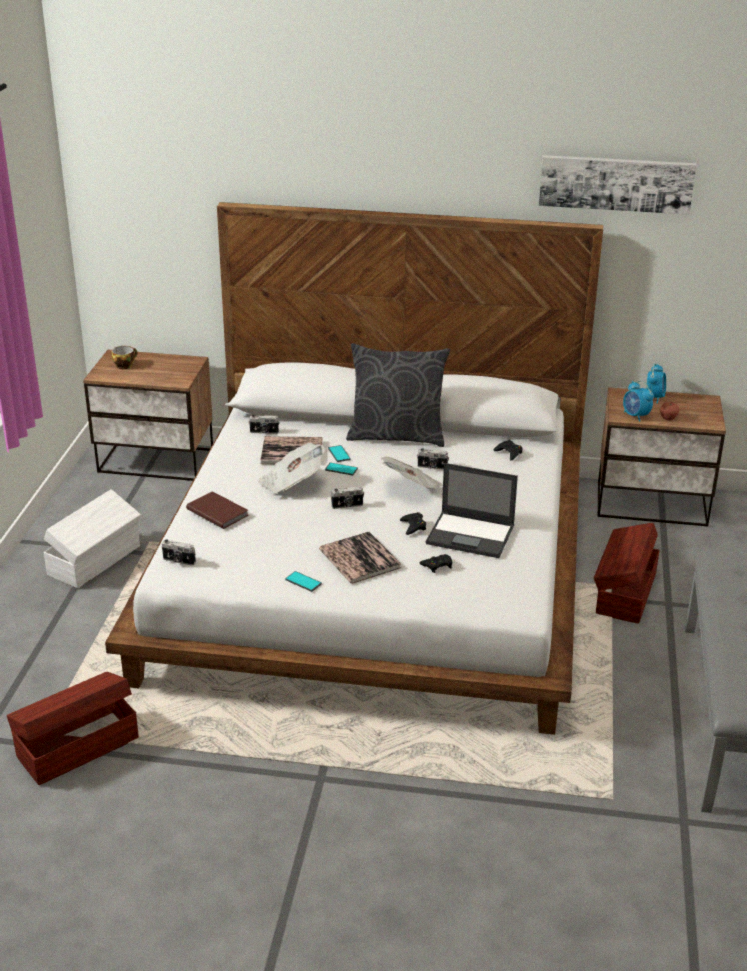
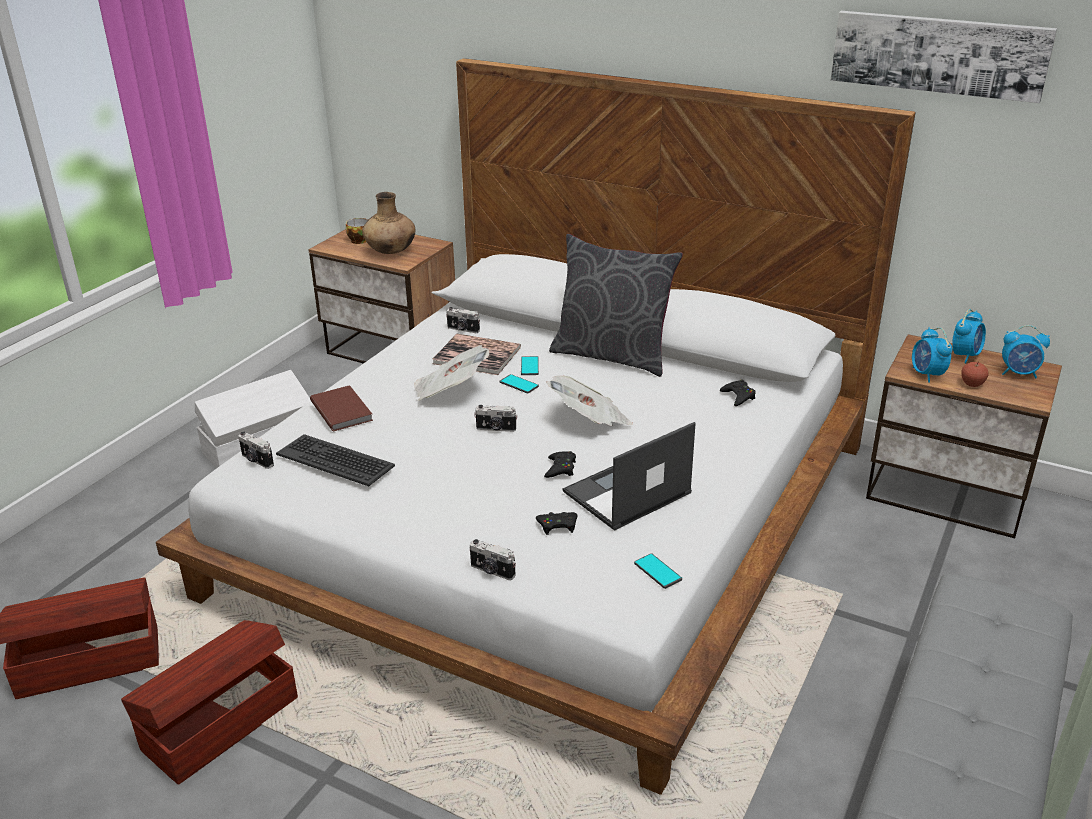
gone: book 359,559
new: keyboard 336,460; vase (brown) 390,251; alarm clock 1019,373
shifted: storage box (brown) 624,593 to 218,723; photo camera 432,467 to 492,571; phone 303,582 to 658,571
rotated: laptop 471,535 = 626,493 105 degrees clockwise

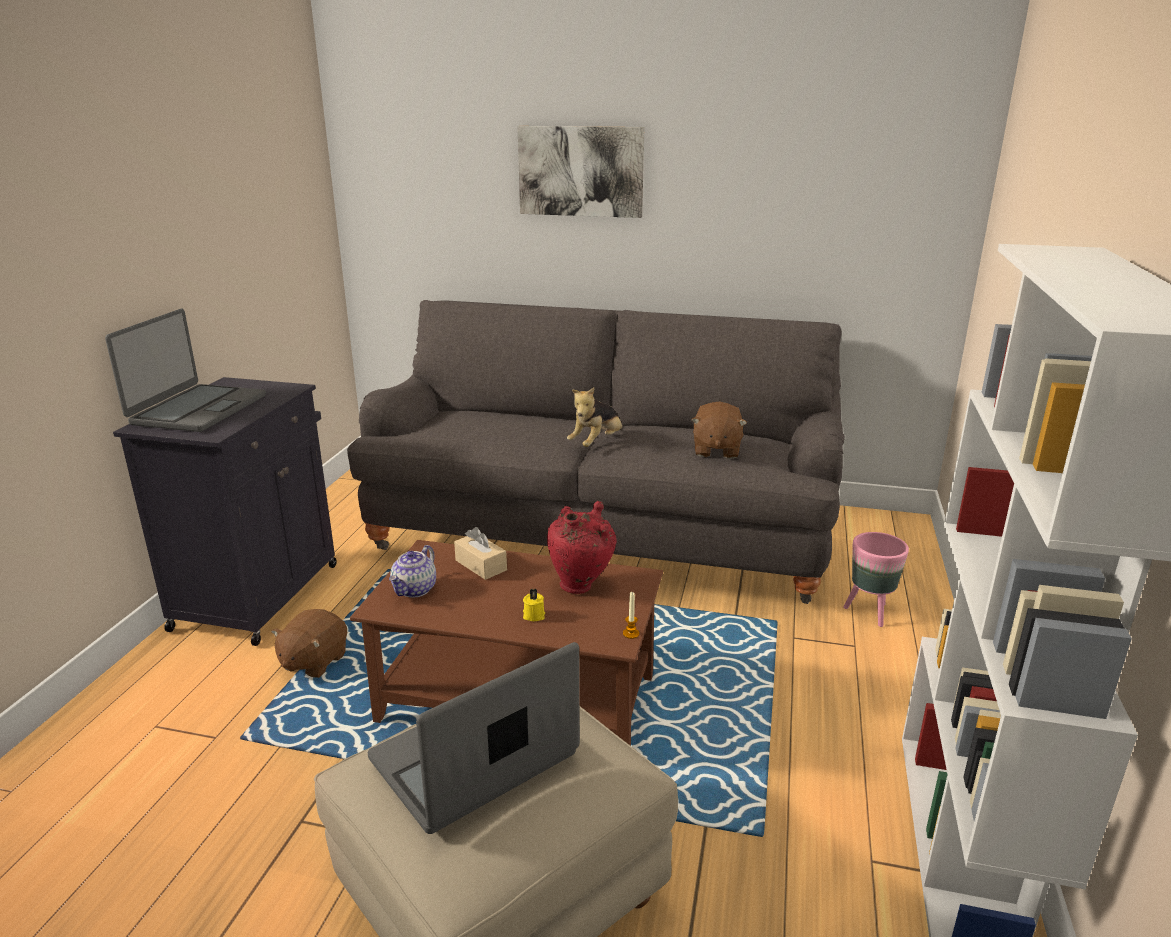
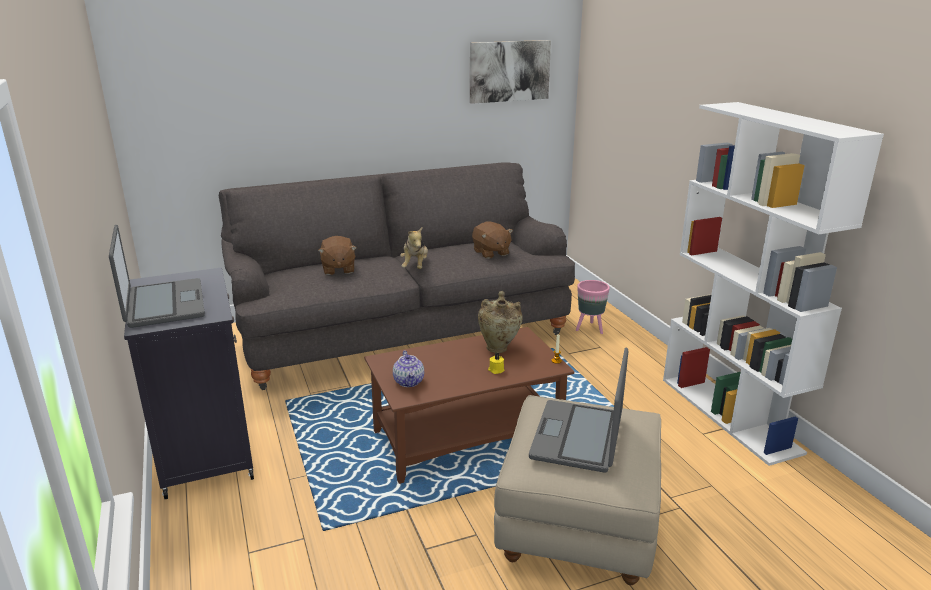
gone: tissue box (beige) 481,565
shifted: plush toy (brown) 313,662 to 338,269; picture 581,171 to 509,71
repainted: vase (red) 581,586 to vase (beige) 499,348

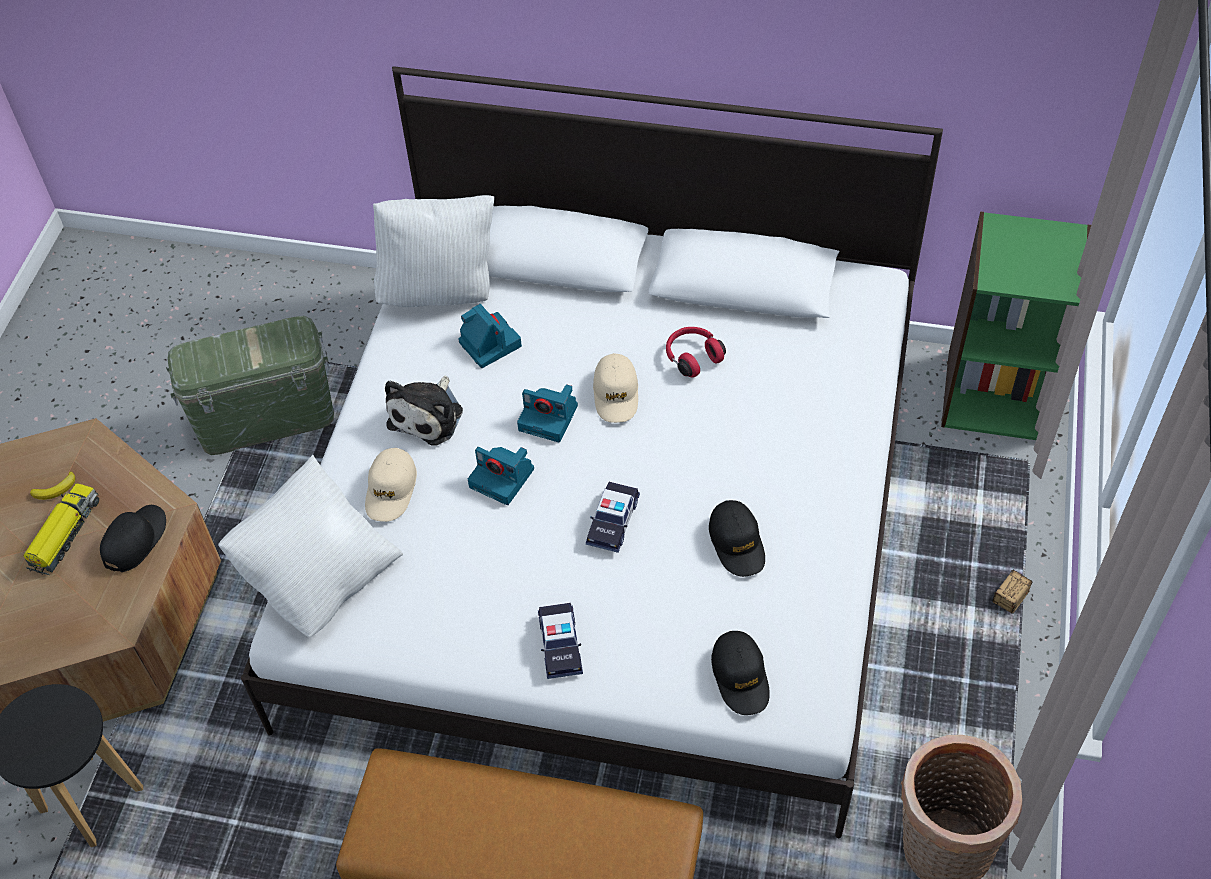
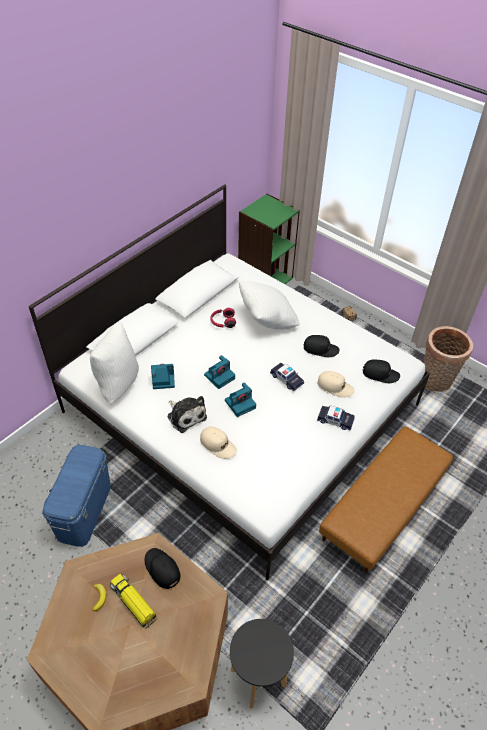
shifted: pillow (white) 318,574 to 267,320; cap (beige) 616,394 to 335,387
repainted: storage box (green) 266,418 to storage box (blue) 84,511

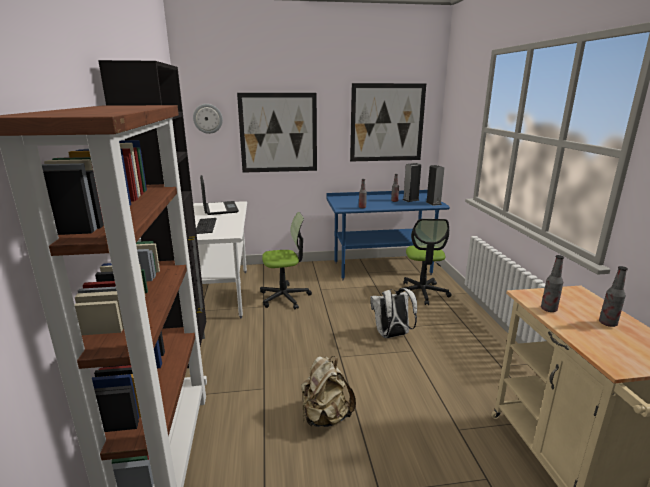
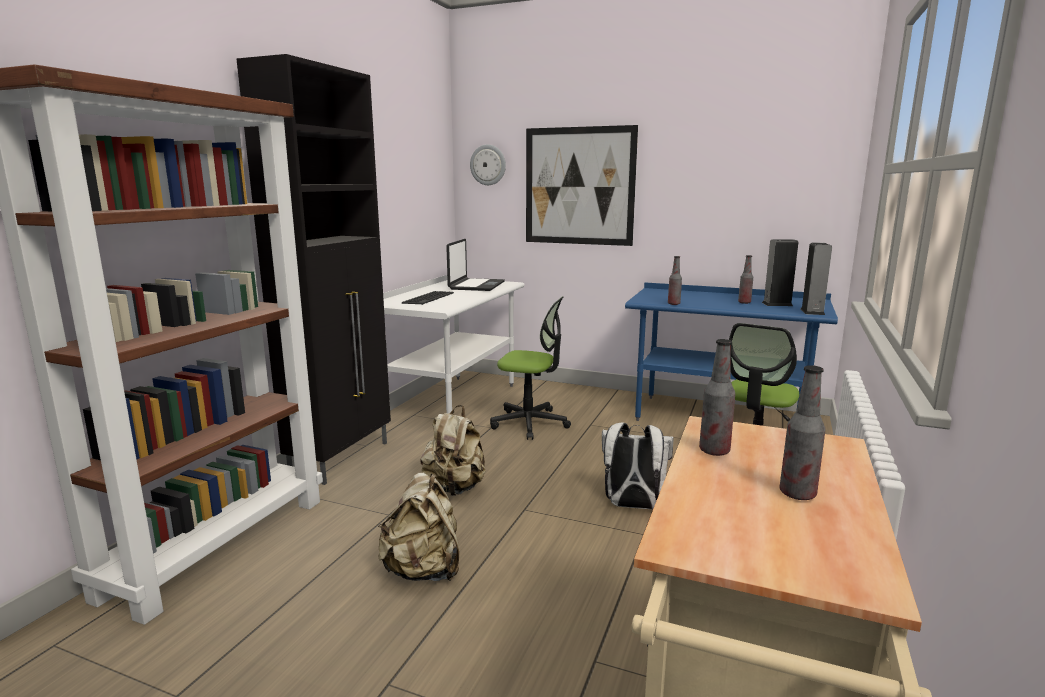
gone: picture 387,123
new: backpack (beige) 455,488

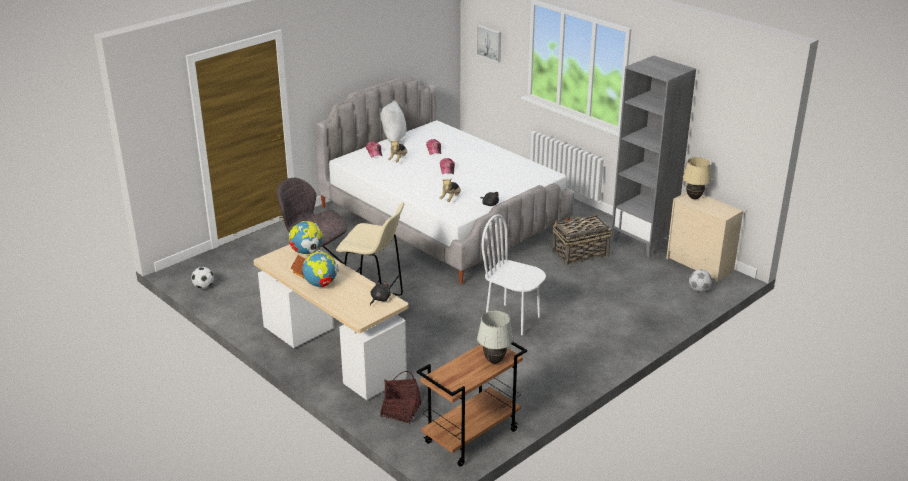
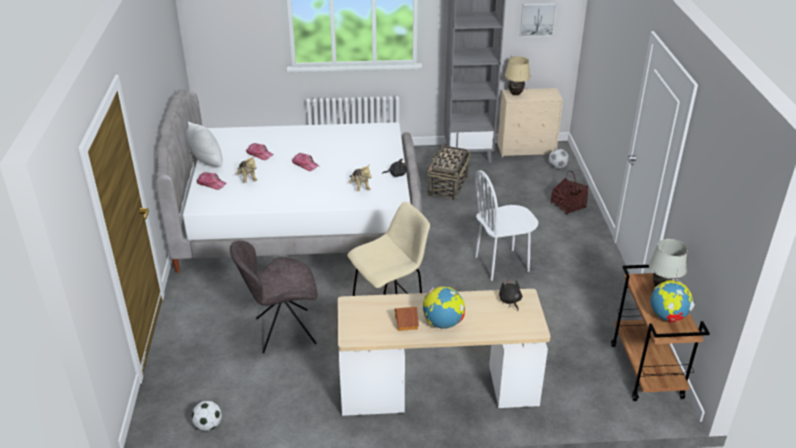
shifted: picture 490,43 to 537,19; basket 400,411 to 568,206; globe 307,252 to 667,317

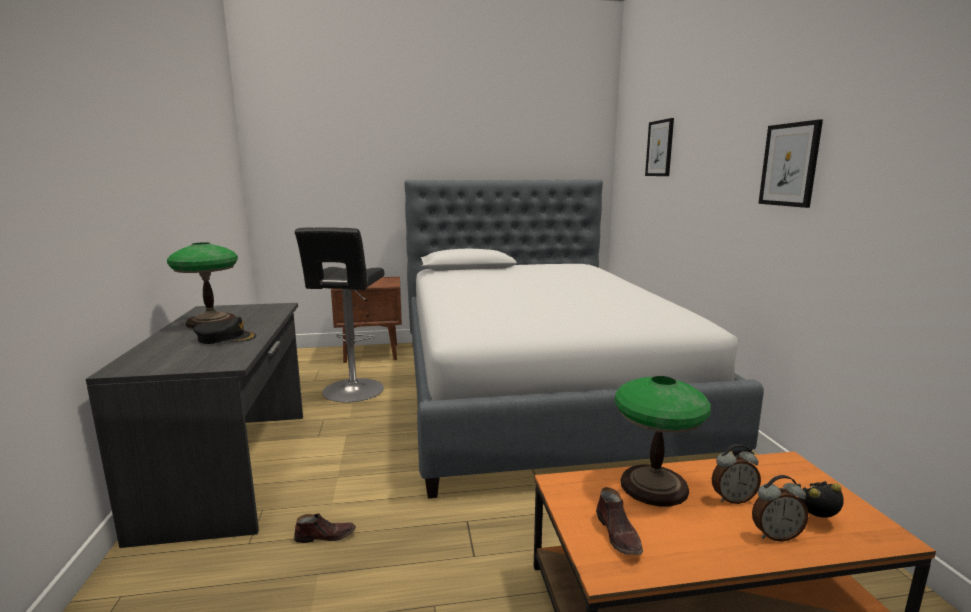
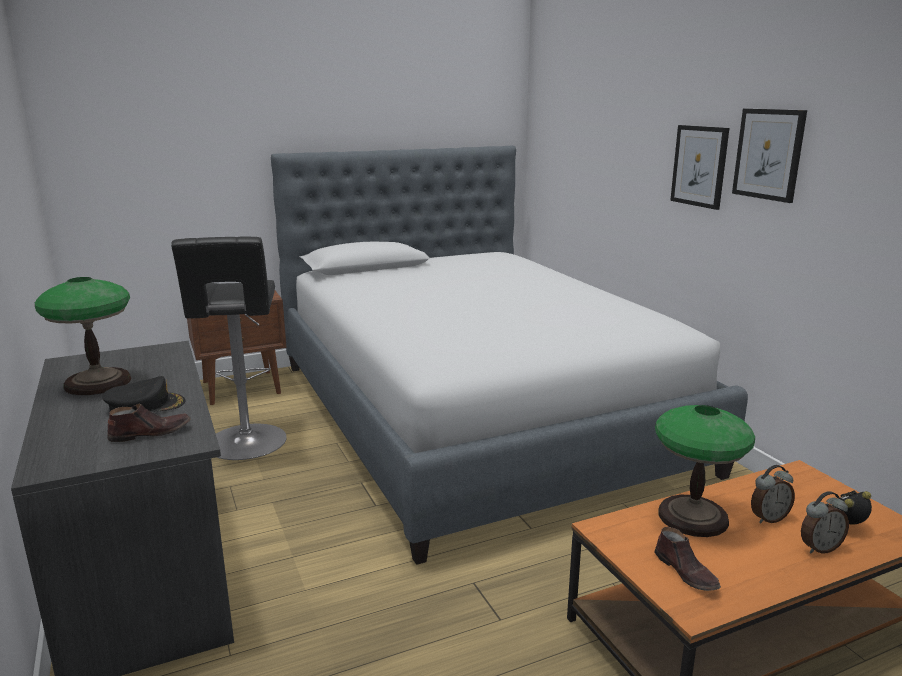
shifted: shoe (brown) 325,536 to 150,433; picture 660,148 to 699,166

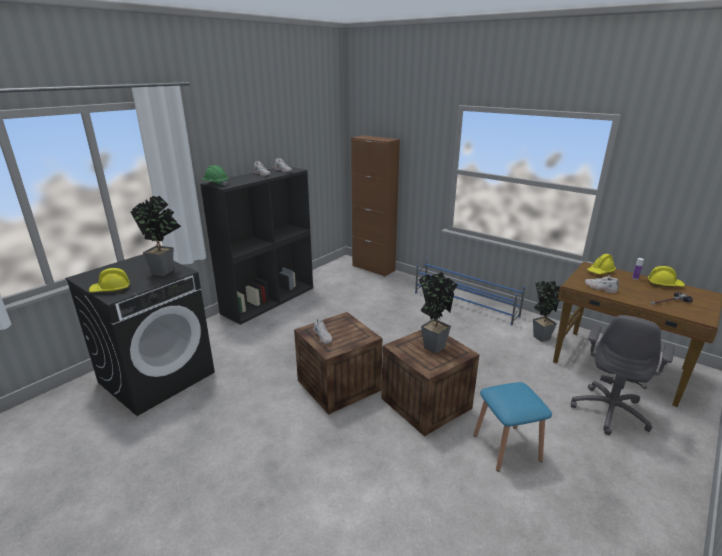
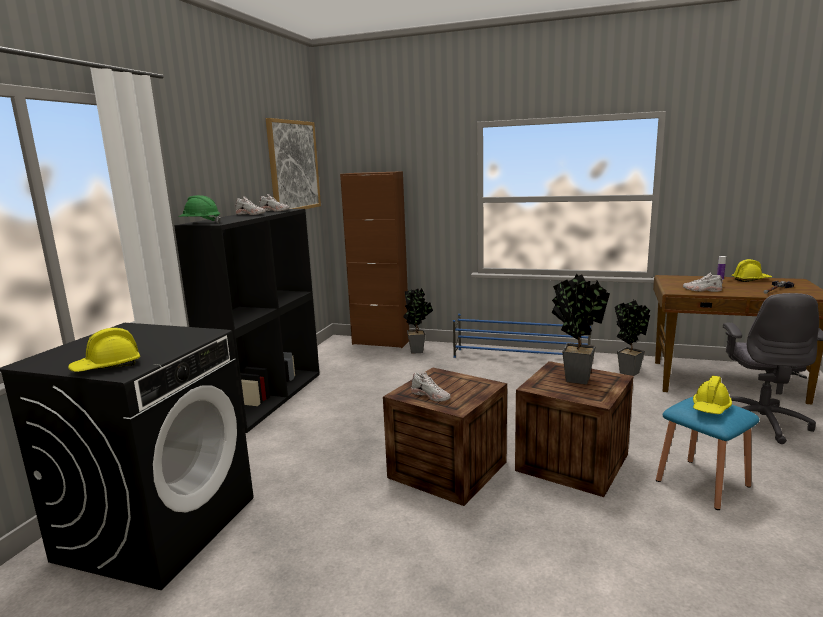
new: picture 293,166
shifted: potted plant 166,271 to 418,350; hard hat (yellow) 600,271 to 711,407

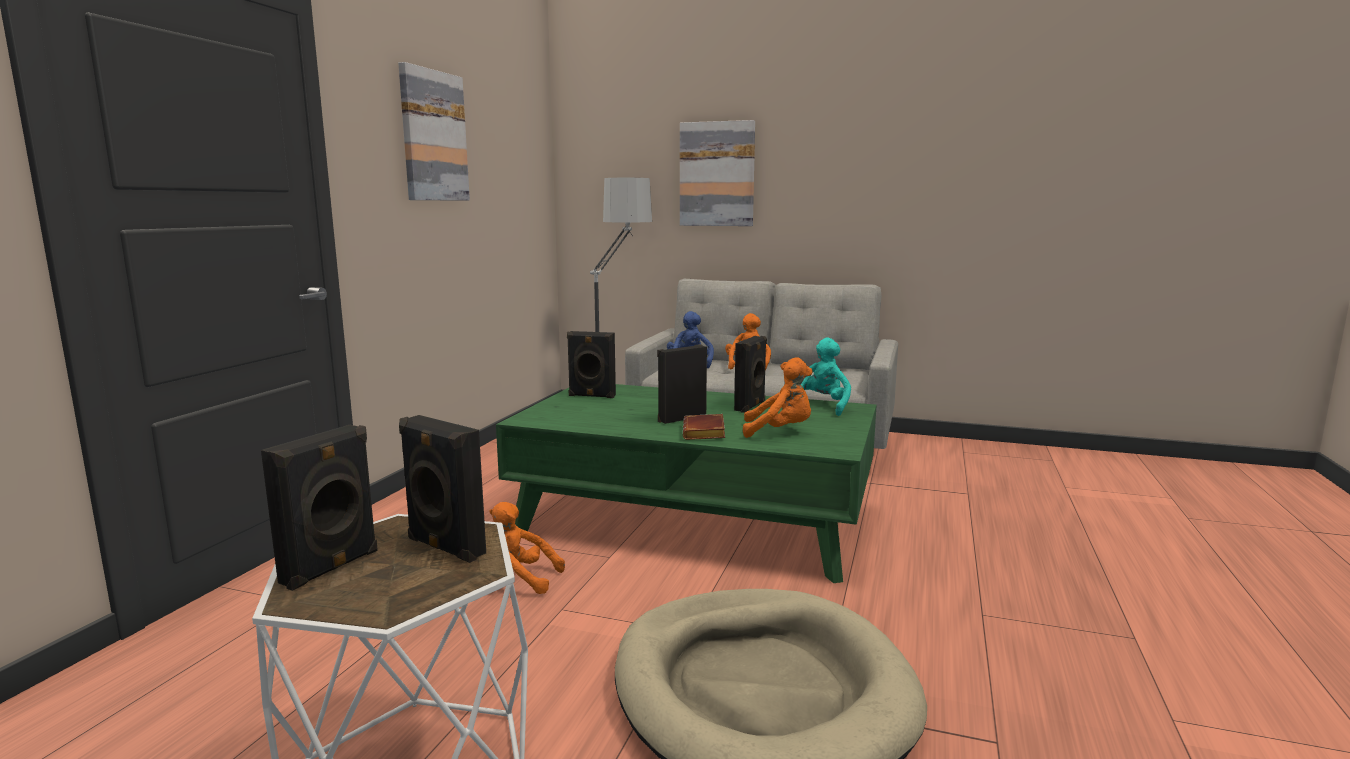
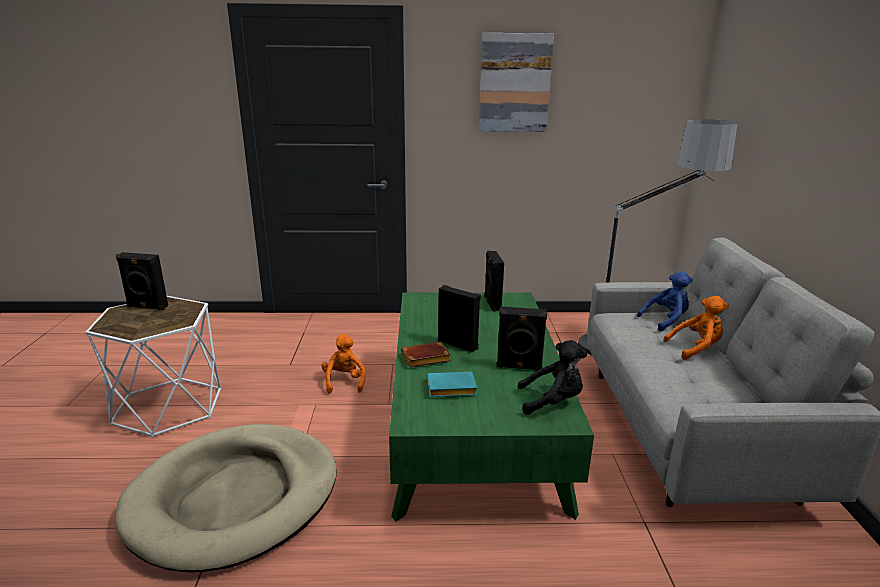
gone: speaker (black) 444,547; picture 717,174
swapped: plush toy (orange) 780,431 to book (turquoise) 450,389
repainted: plush toy (turquoise) 821,406 to plush toy (black) 552,402

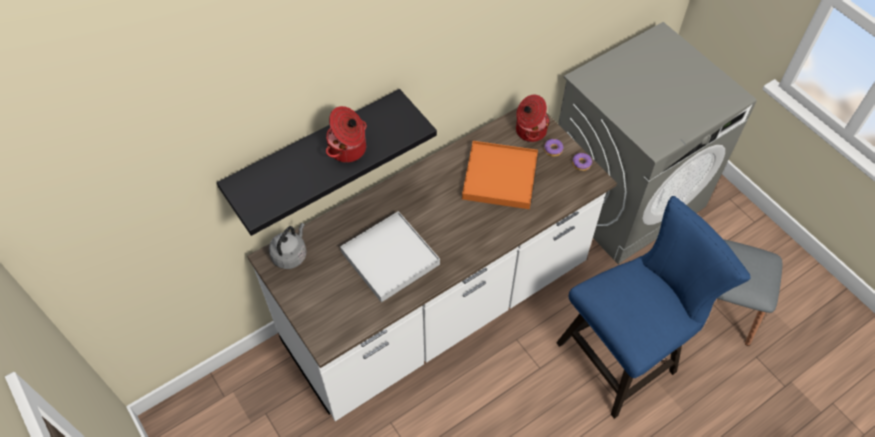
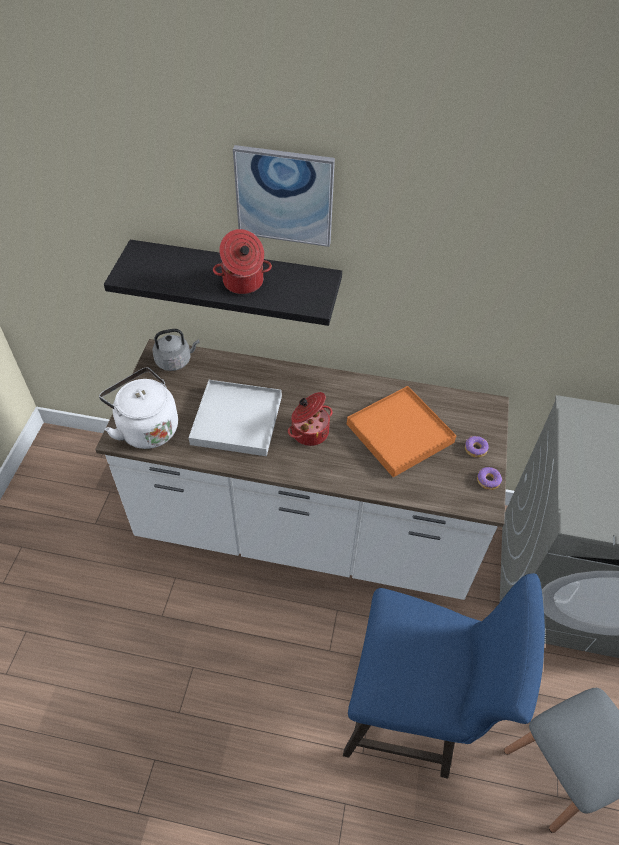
new: kettle (white) 146,427; picture 284,196
shifted: cooking pot 530,131 to 309,431

